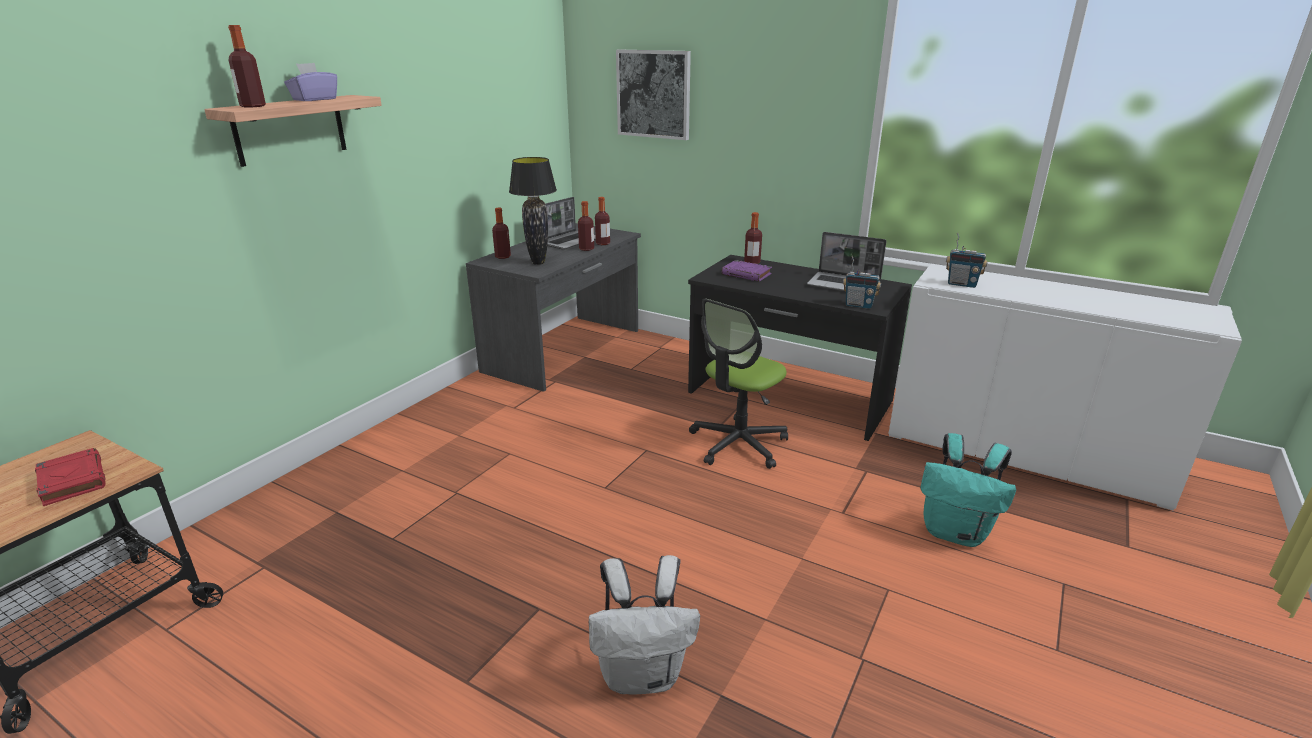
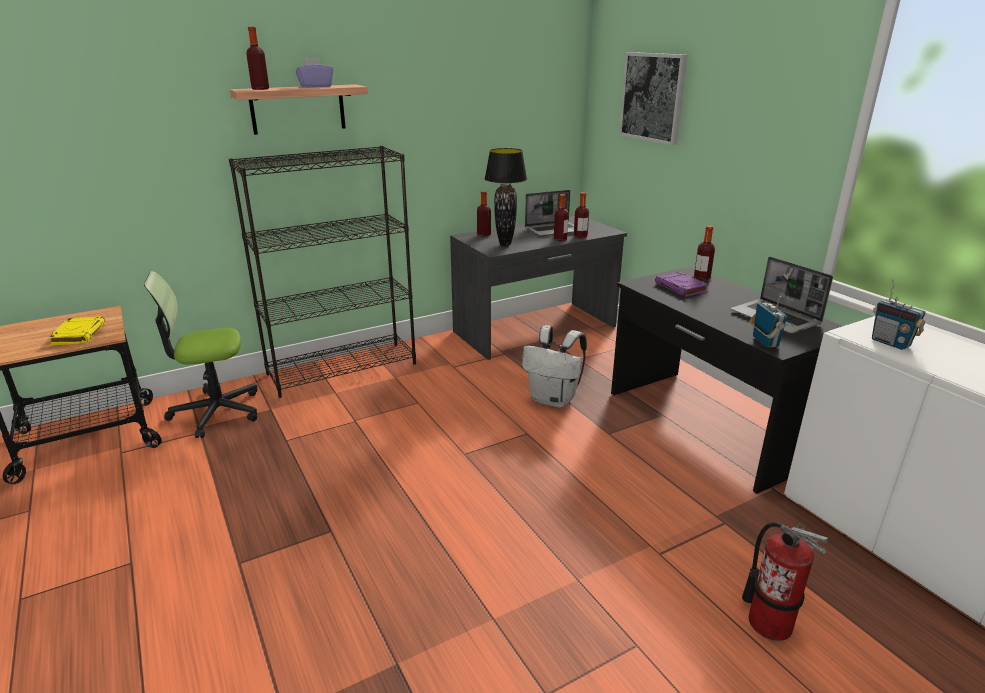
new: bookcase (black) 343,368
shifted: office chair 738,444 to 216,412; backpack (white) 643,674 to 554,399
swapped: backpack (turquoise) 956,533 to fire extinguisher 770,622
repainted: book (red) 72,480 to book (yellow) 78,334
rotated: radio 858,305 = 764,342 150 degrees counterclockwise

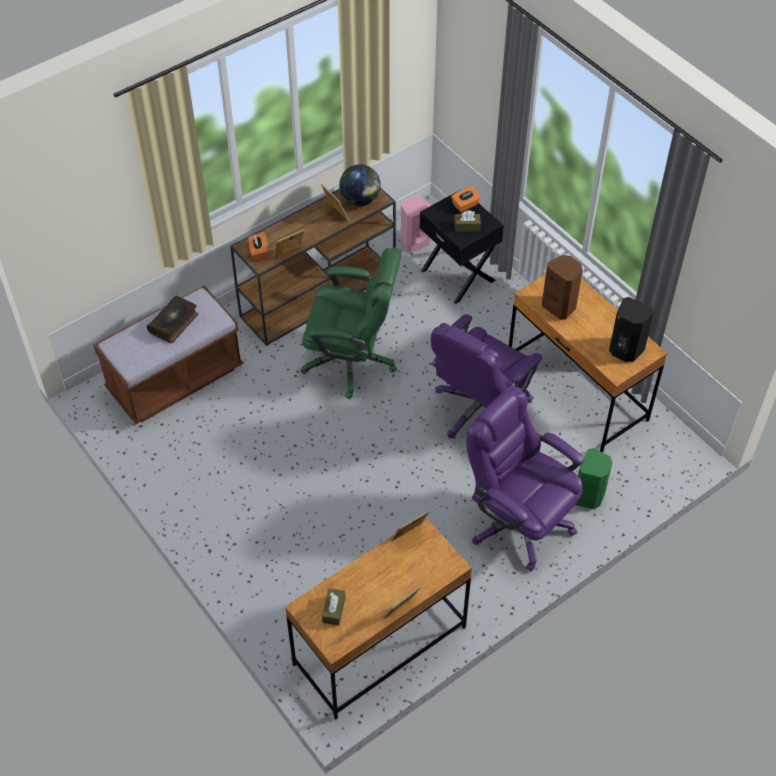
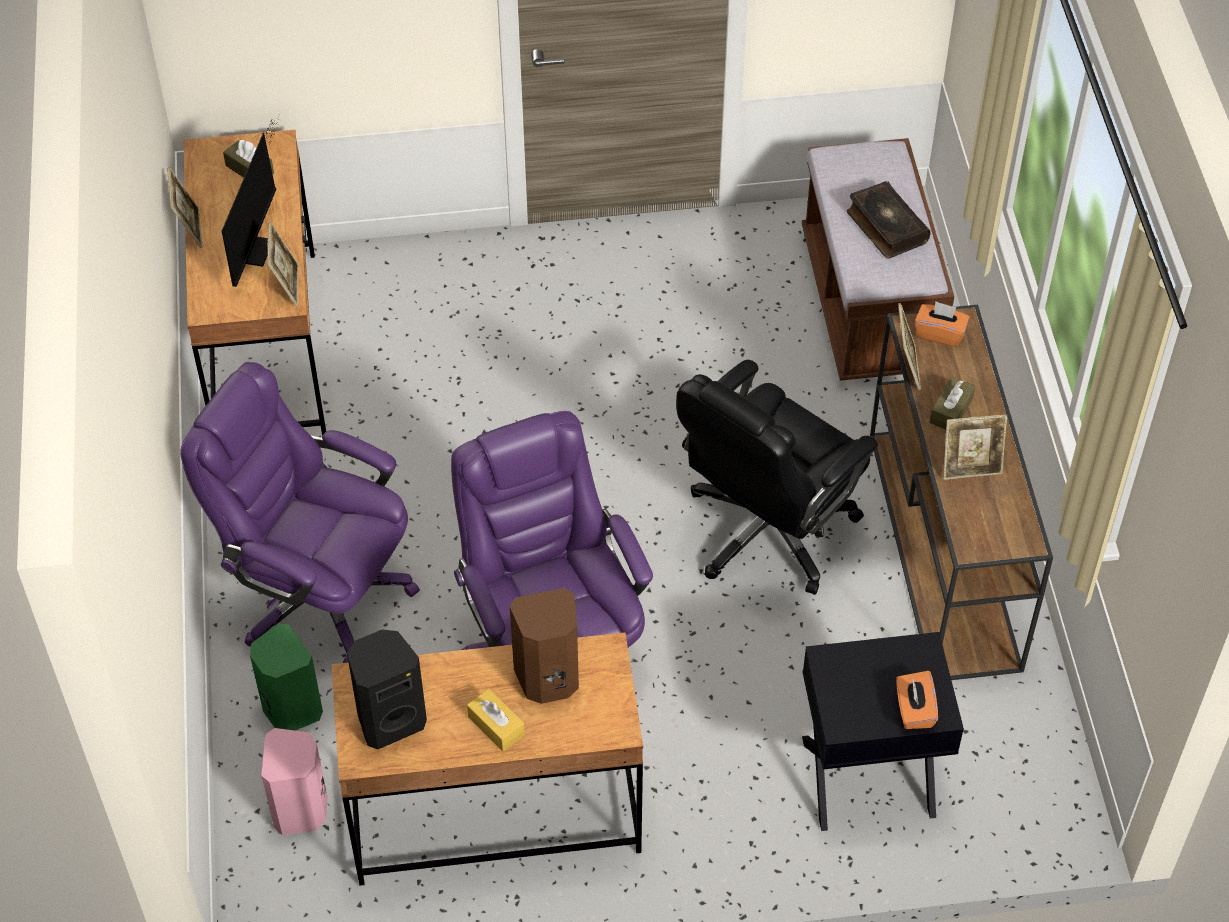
gone: globe 360,200
new: monitor 254,245; tissue box (yellow) 496,726
shifted: speaker (pink) 414,242 to 301,810; tissue box (brown) 467,226 to 951,411
repainted: office chair (green) 352,360 to office chair (black) 767,531
rotated: office chair (purple) 518,522 = 320,594 135 degrees counterclockwise

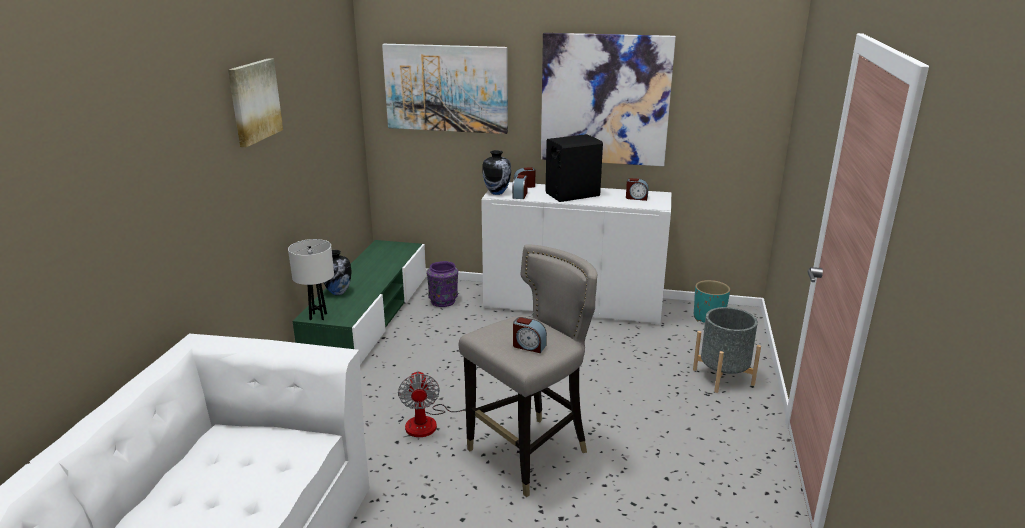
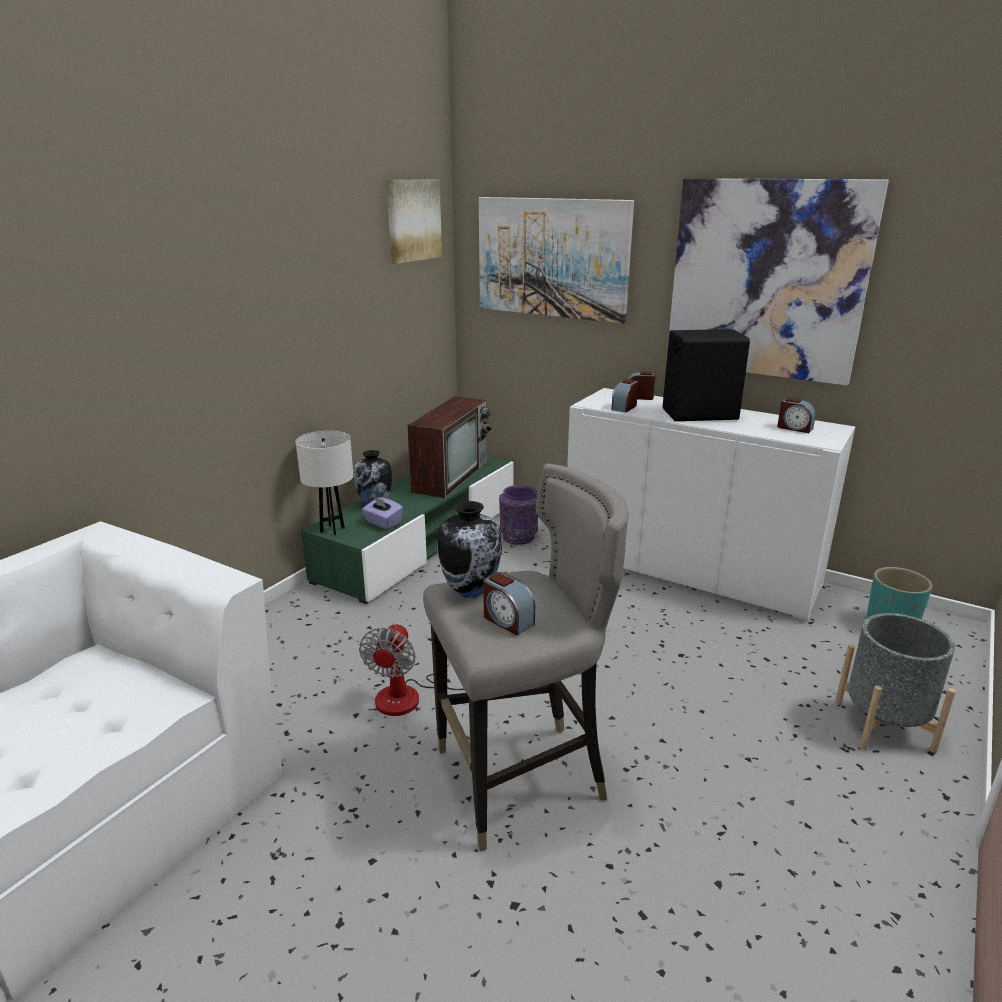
new: tissue box (purple) 383,523; television 451,475
shifted: picture 254,101 to 413,220; vase 497,192 to 471,591

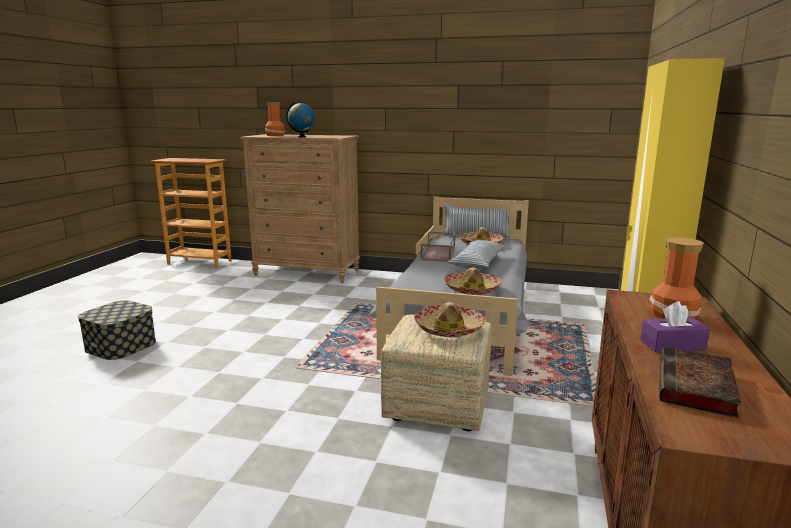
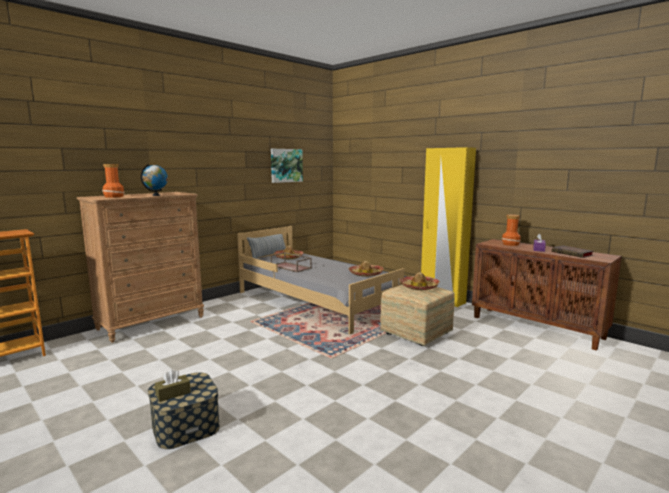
gone: pillow 477,263
new: tissue box (brown) 173,393; picture 286,165

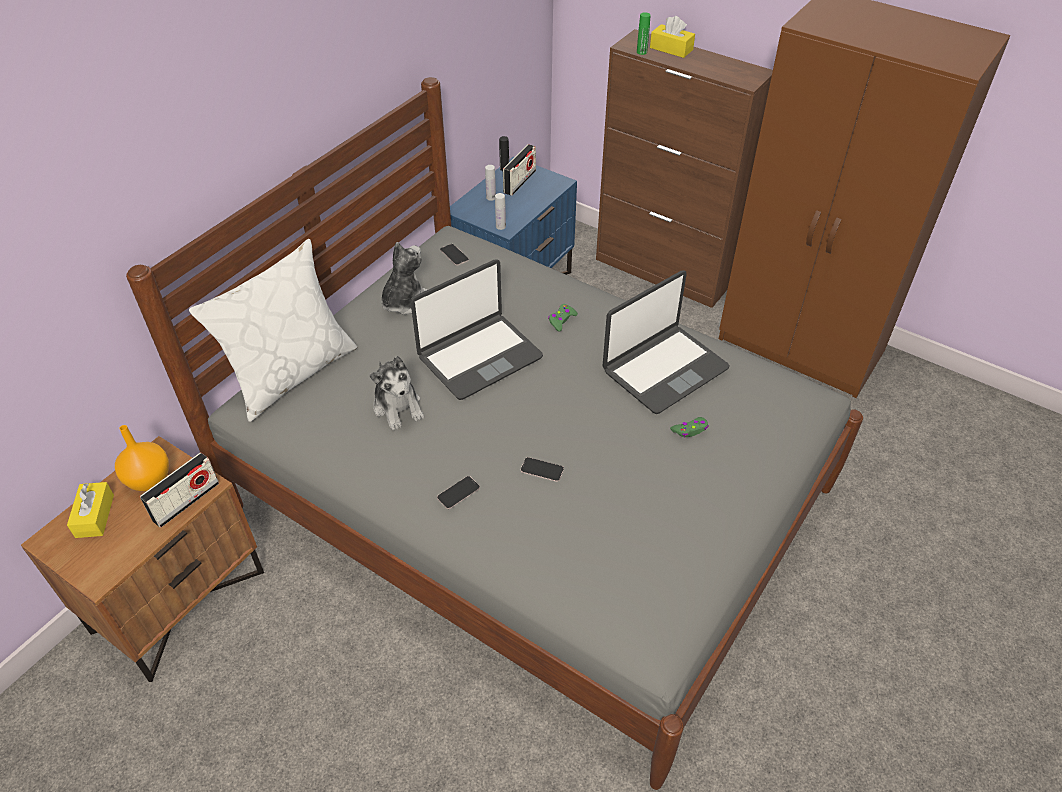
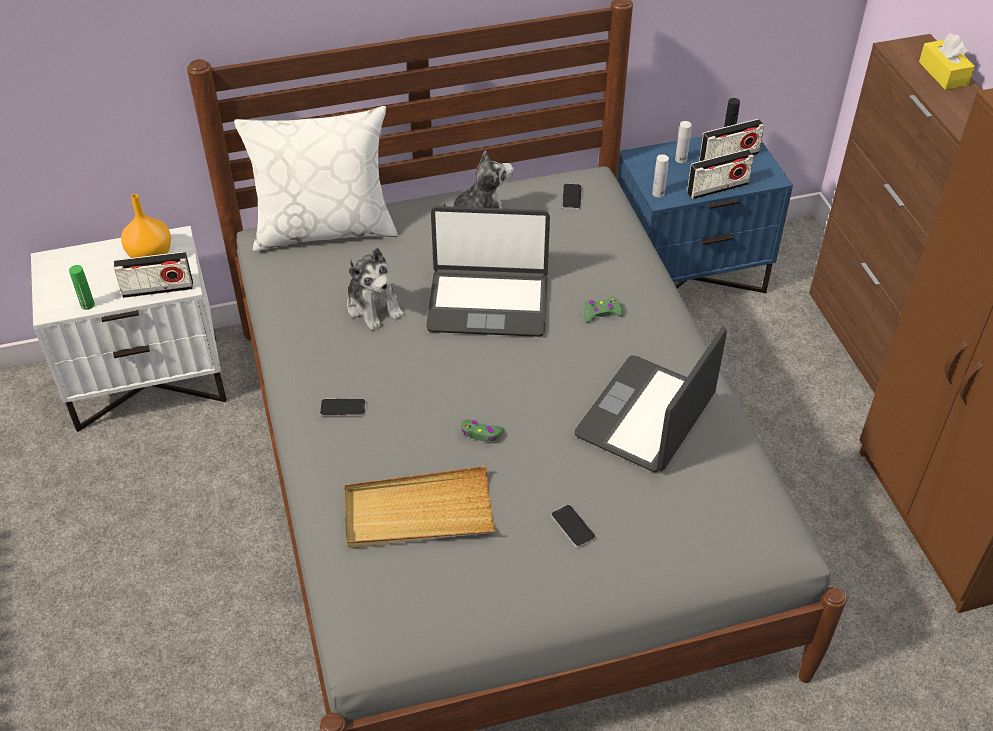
gone: tissue box (yellow) 95,516
new: tray (beige) 418,513; radio 717,188
shifted: bottle (green) 641,52 to 87,305; game controller (green) 690,430 to 481,434; phone 542,470 to 573,526
repainted: nightstand (brown) 178,600 to nightstand (white) 149,382
rotated: plush toy 398,407 = 374,307 45 degrees counterclockwise; laptop 664,369 = 647,416 120 degrees clockwise

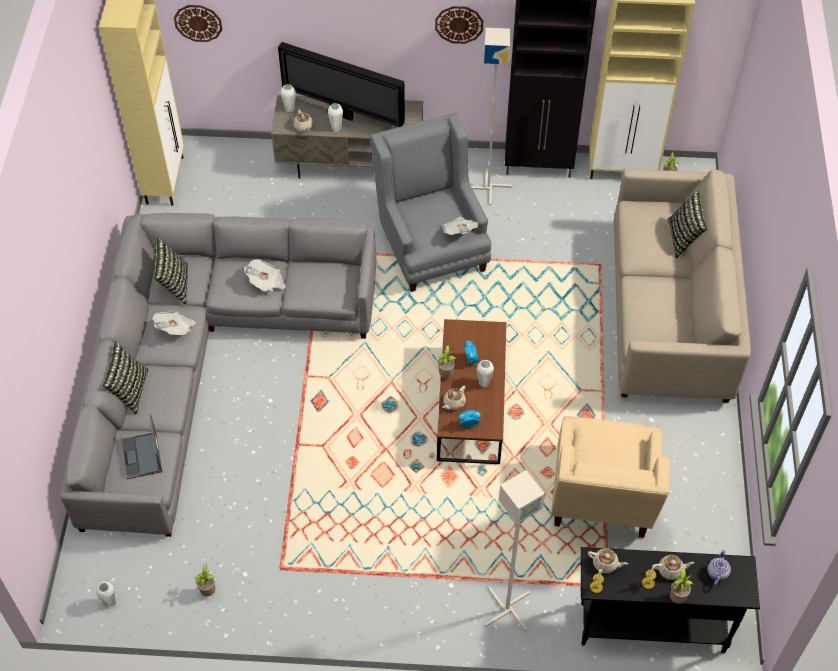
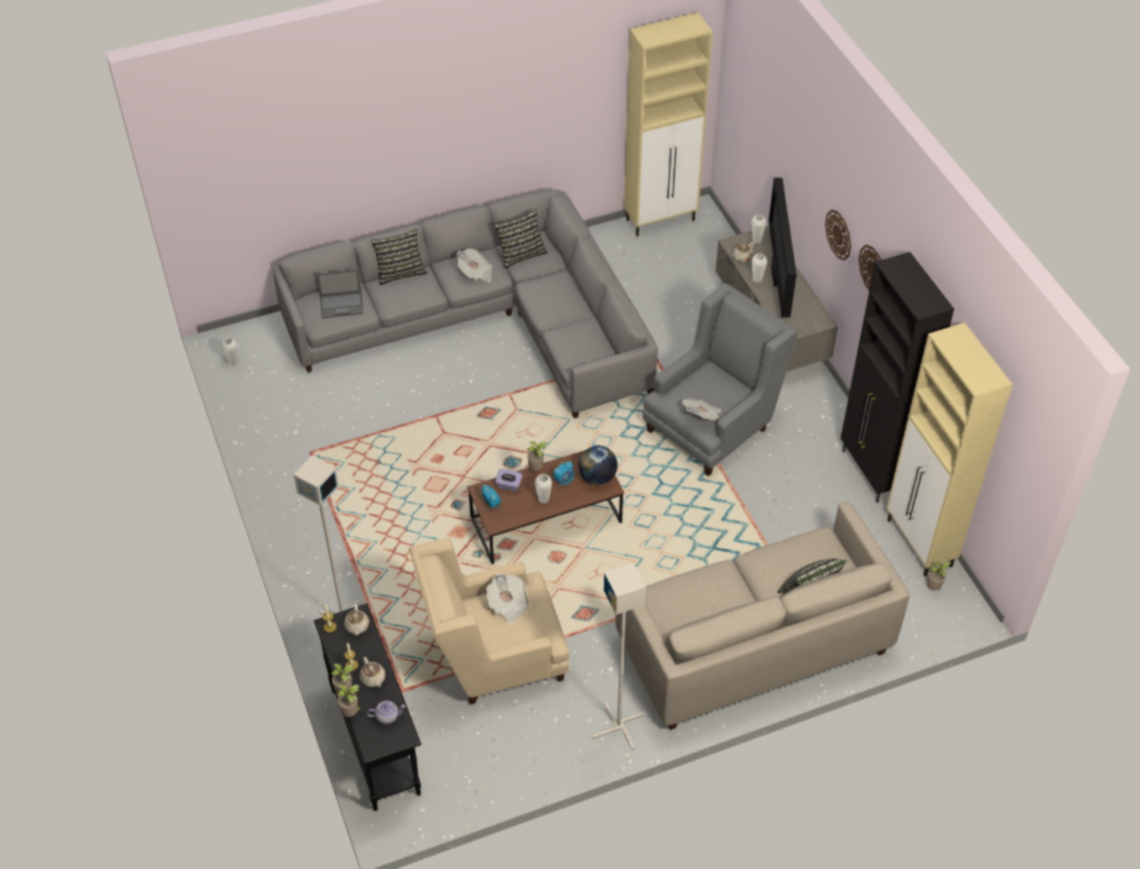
new: globe 597,477
shifted: potted plant 208,591 to 351,713; newspaper 266,282 to 508,605; floor lamp (grey) 489,187 to 619,726; wall clock 198,22 to 839,234
swapped: teapot (beige) 454,403 to tissue box (purple) 509,485
rotated: laptop 142,456 = 342,305 150 degrees counterclockwise

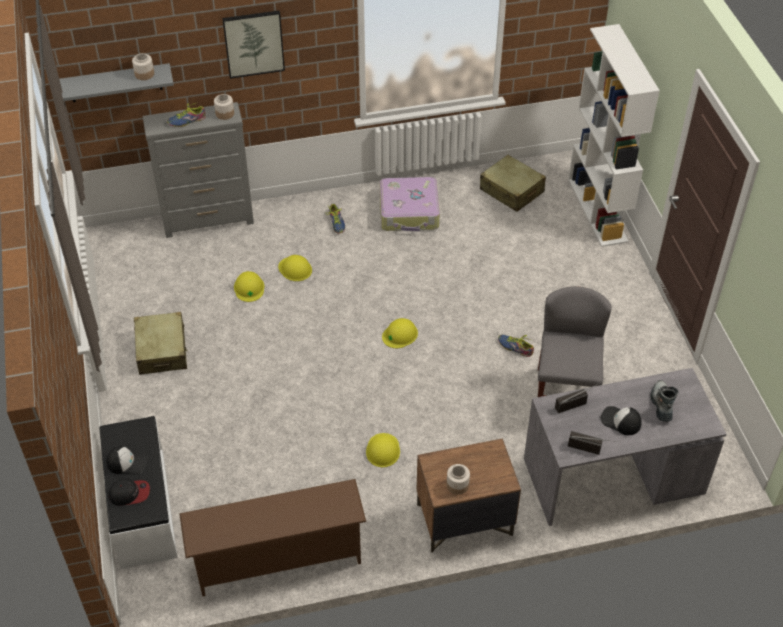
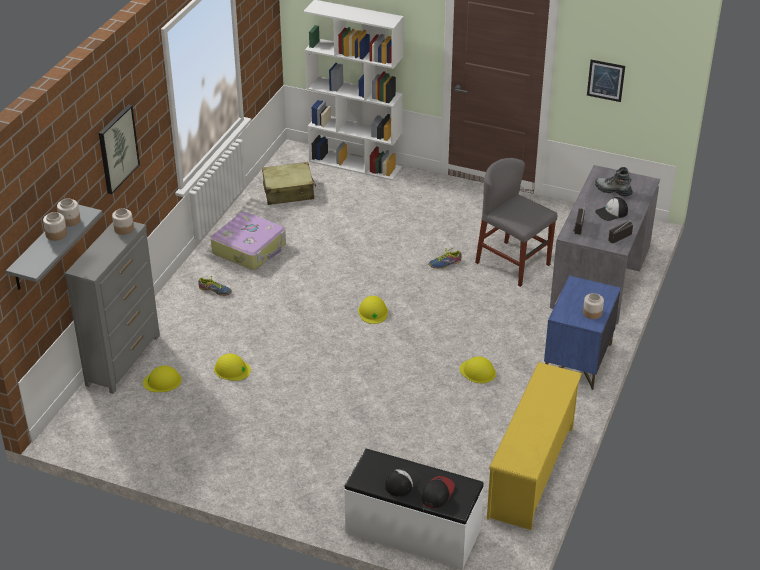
gone: suitcase (beige) 162,350; shoe 187,121
new: jar 56,234; picture 605,80
shifted: hard hat (yellow) 295,269 to 162,381
repainted: shoe rack (brown) 278,560 to shoe rack (yellow) 532,472; nightstand (brown) 464,520 to nightstand (blue) 578,361

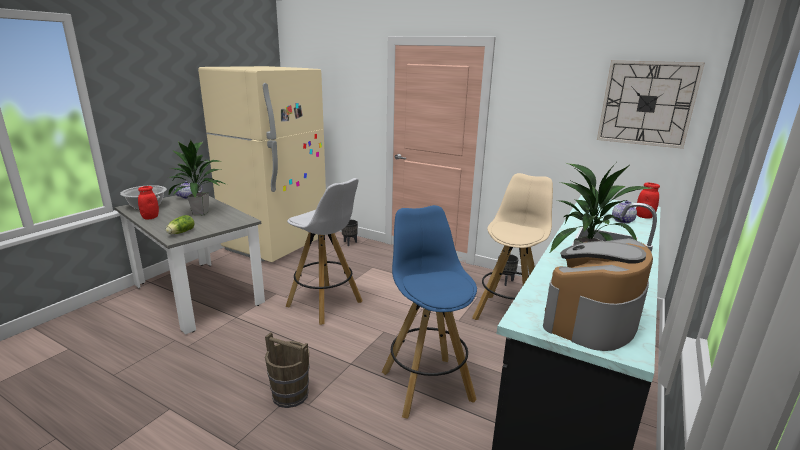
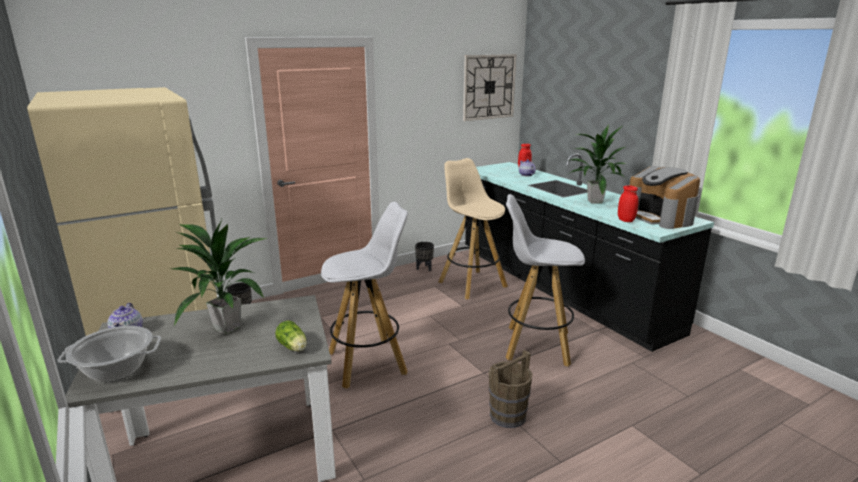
shifted: jar (red) 150,217 to 626,220
repainted: stool (blue) 426,384 to stool (white) 535,345

